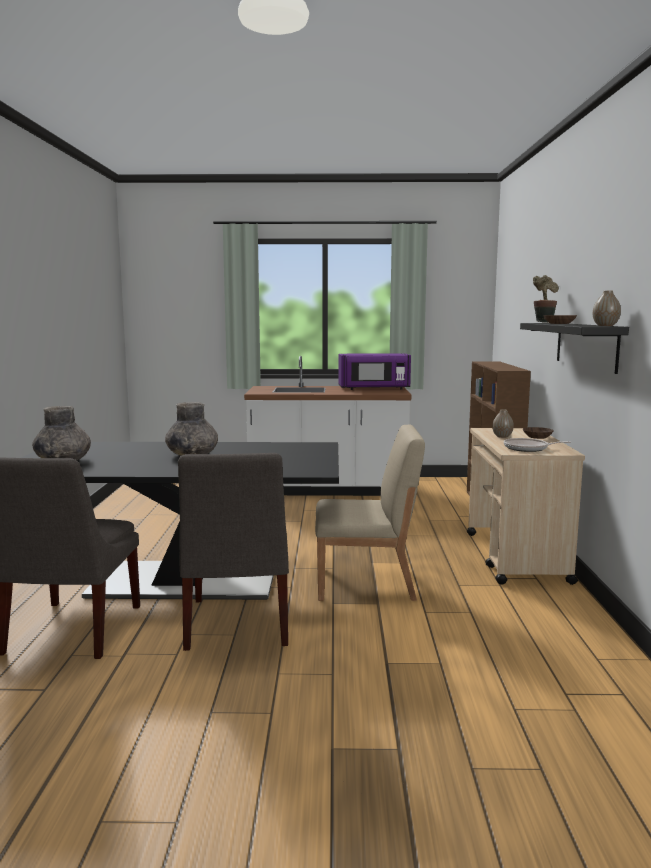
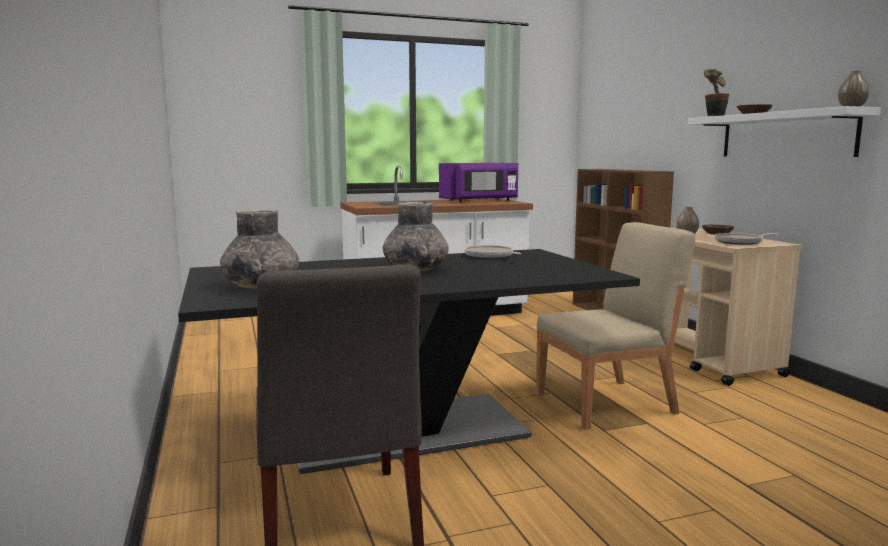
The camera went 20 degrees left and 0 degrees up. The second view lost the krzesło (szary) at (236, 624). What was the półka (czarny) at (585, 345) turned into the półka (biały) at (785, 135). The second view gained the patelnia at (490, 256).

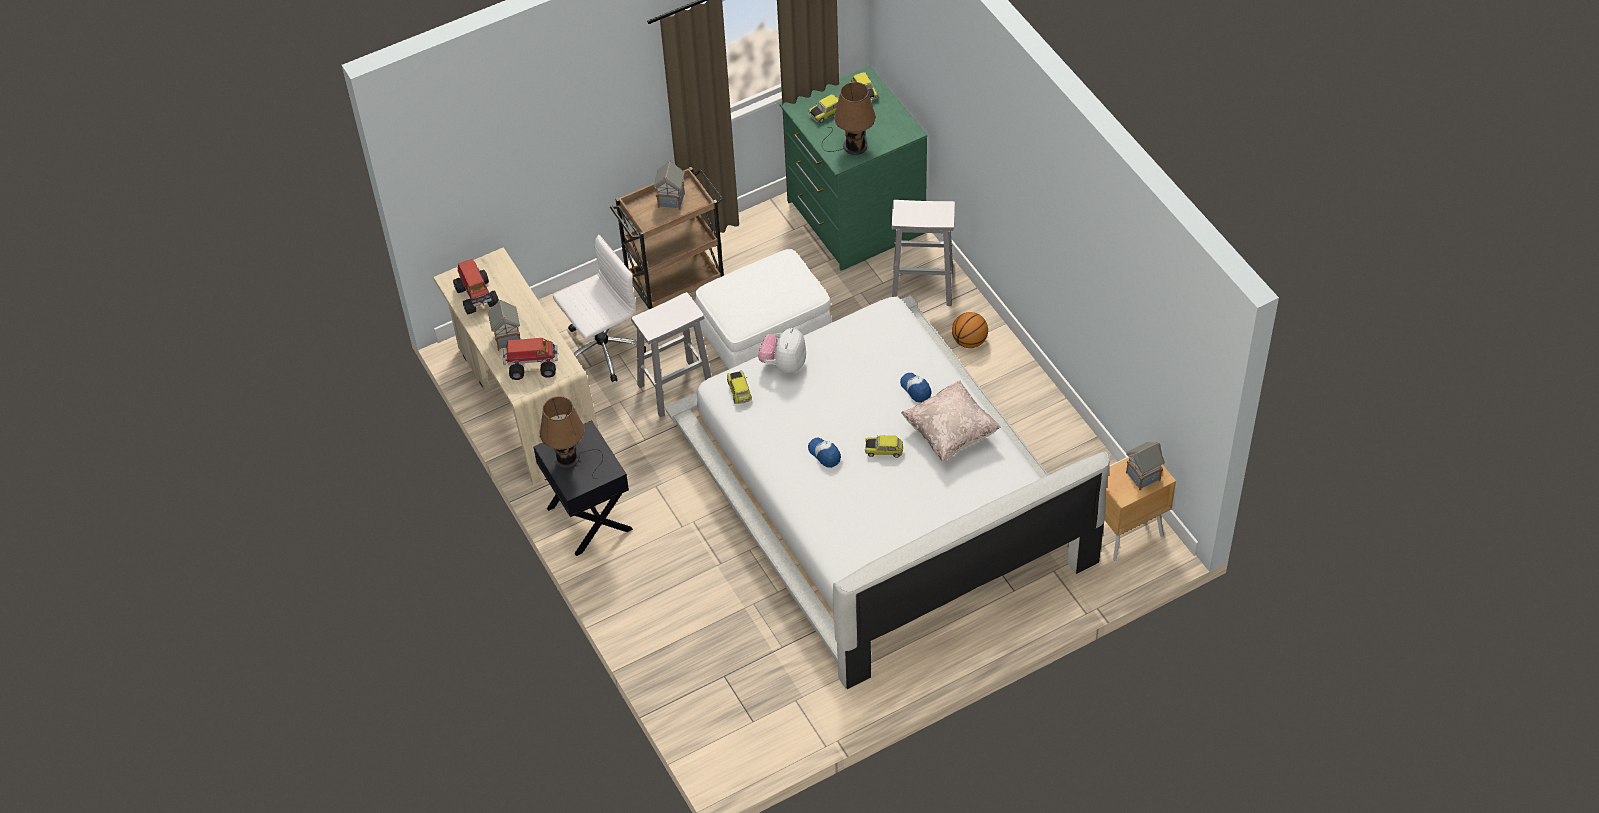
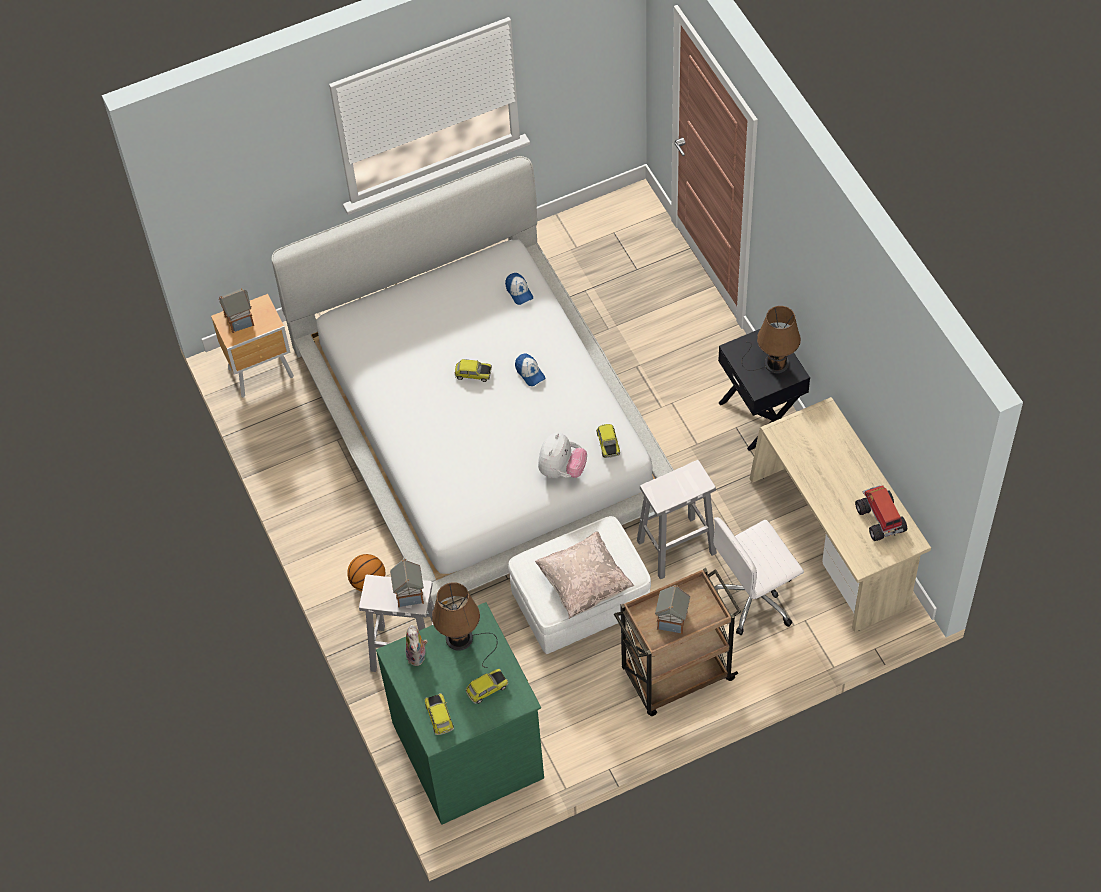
The camera went 175 degrees left and 5 degrees up. The domek ended up elsewhere, having gone from (507, 338) to (410, 595). The second view lost the ciężarówka zabawkowa at (532, 365). The czapka z daszkiem ended up elsewhere, having gone from (916, 389) to (519, 292). The poduszka (beżowy) ended up elsewhere, having gone from (950, 433) to (584, 584). The second view gained the pluszak at (418, 655).

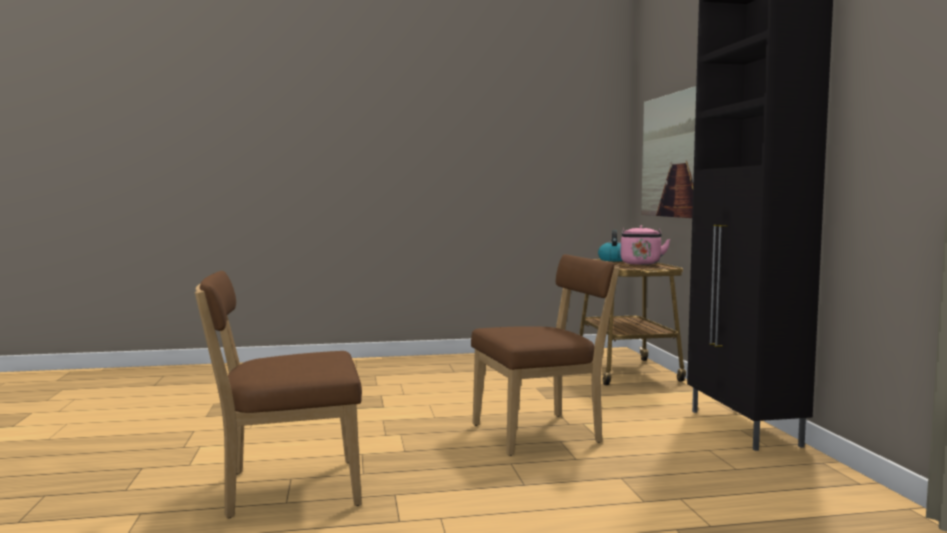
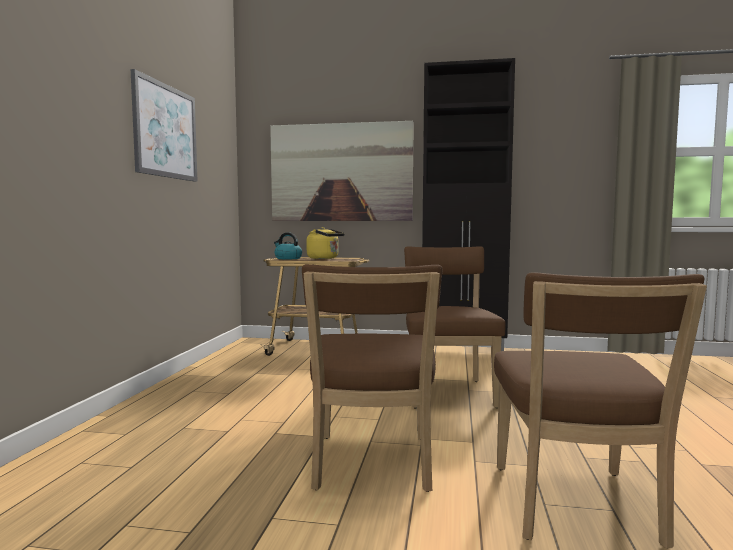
The camera went 70 degrees left and 0 degrees up. What was the czajnik (różowy) at (641, 264) turned into the czajnik (żółty) at (325, 258). The second view gained the obraz at (165, 131). The second view gained the krzesło (brązowy) at (371, 466).

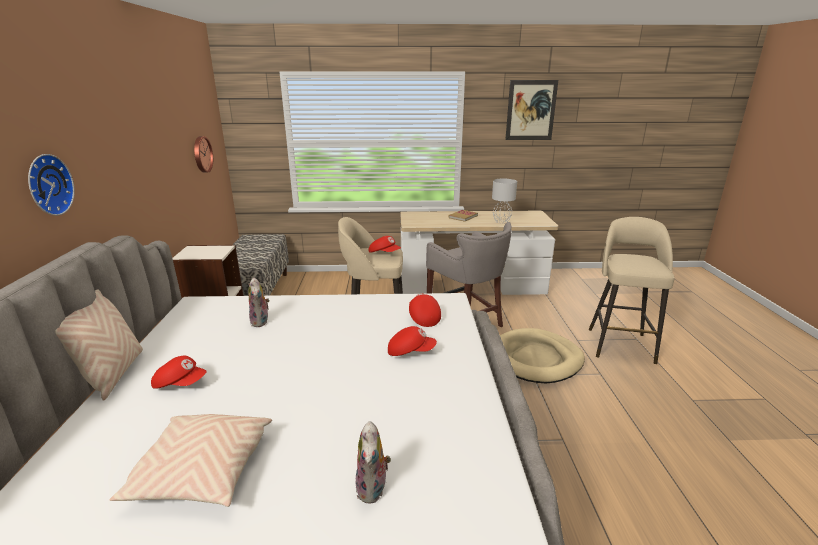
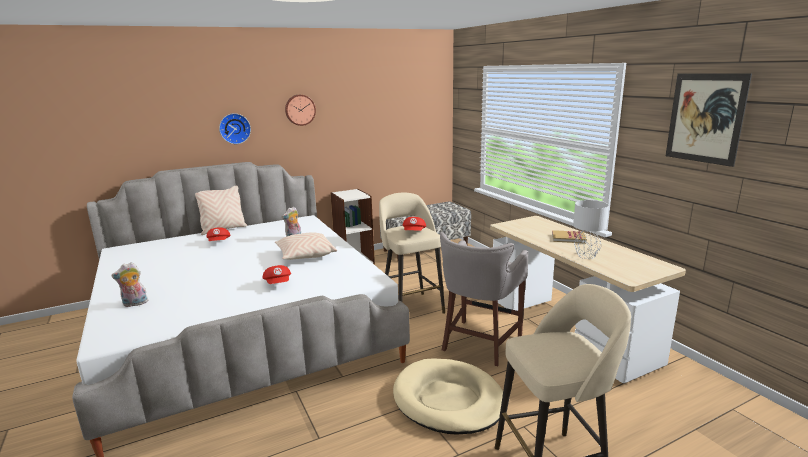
The camera went 65 degrees right and 5 degrees down. The poduszka (beżowy) ended up elsewhere, having gone from (202, 472) to (305, 255). The zegar ścienny ended up elsewhere, having gone from (201, 154) to (300, 110). The second view lost the czapka z daszkiem (czerwony) at (423, 317).

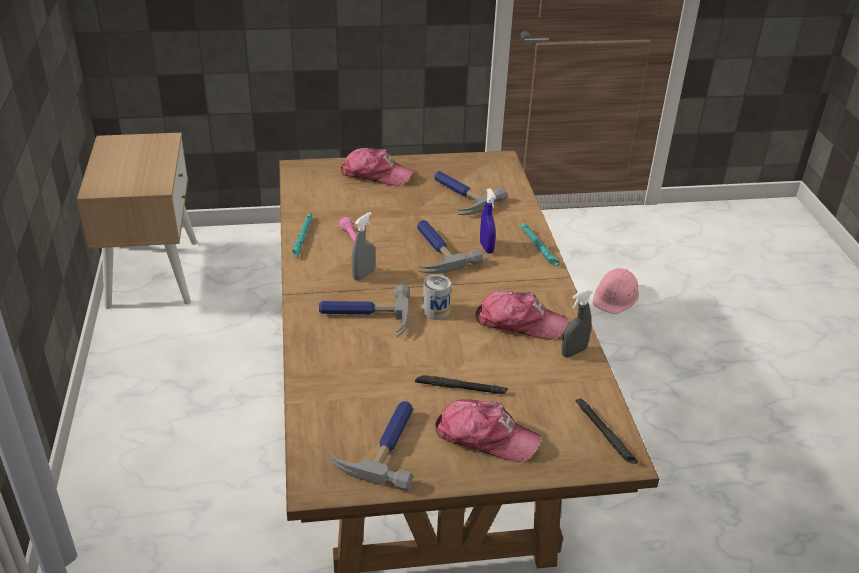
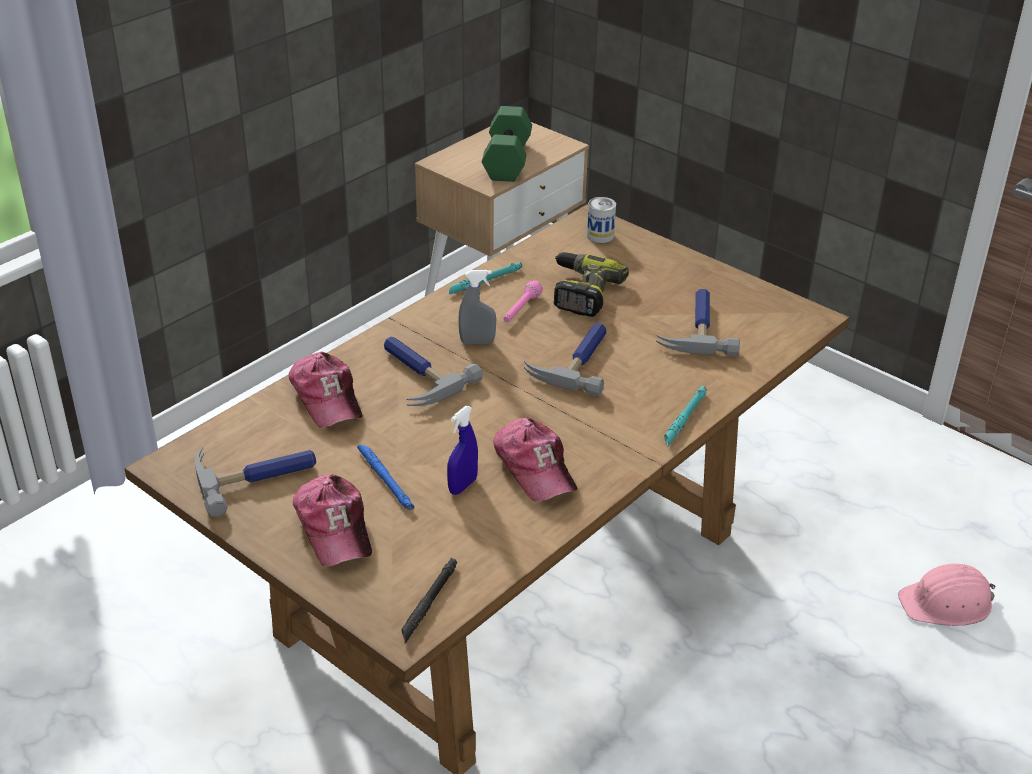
The camera went 50 degrees right and 0 degrees up. The czapka z daszkiem ended up elsewhere, having gone from (376, 175) to (327, 398). What was the latarka (czarny) at (460, 388) turned into the latarka (niebieski) at (385, 480). The puszka ended up elsewhere, having gone from (436, 311) to (600, 236). The spryskiwacz (niebieski) ended up elsewhere, having gone from (486, 247) to (462, 486). The second view lost the spryskiwacz (szary) at (573, 352). The second view gained the hantel (zielony) at (508, 161). The second view gained the wiertarka at (580, 292).

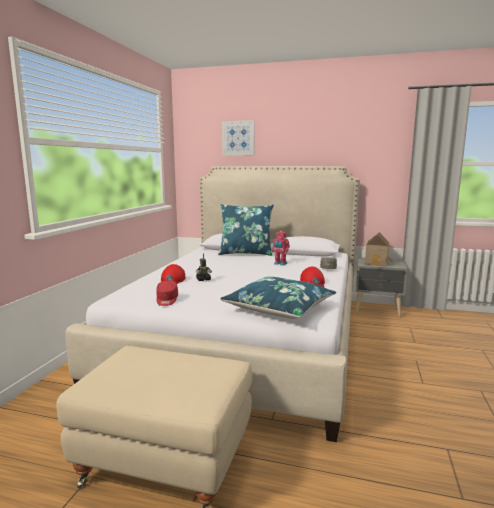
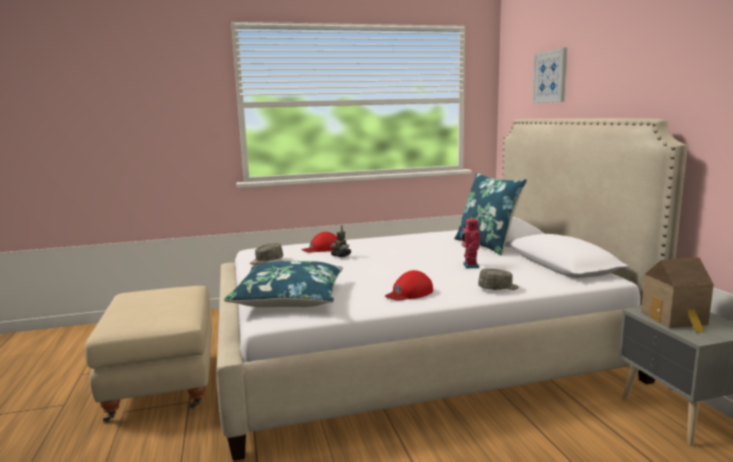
The camera went 60 degrees right and 0 degrees up. What was the czapka z daszkiem (czerwony) at (167, 300) turned into the czapka z daszkiem (szary) at (266, 261).

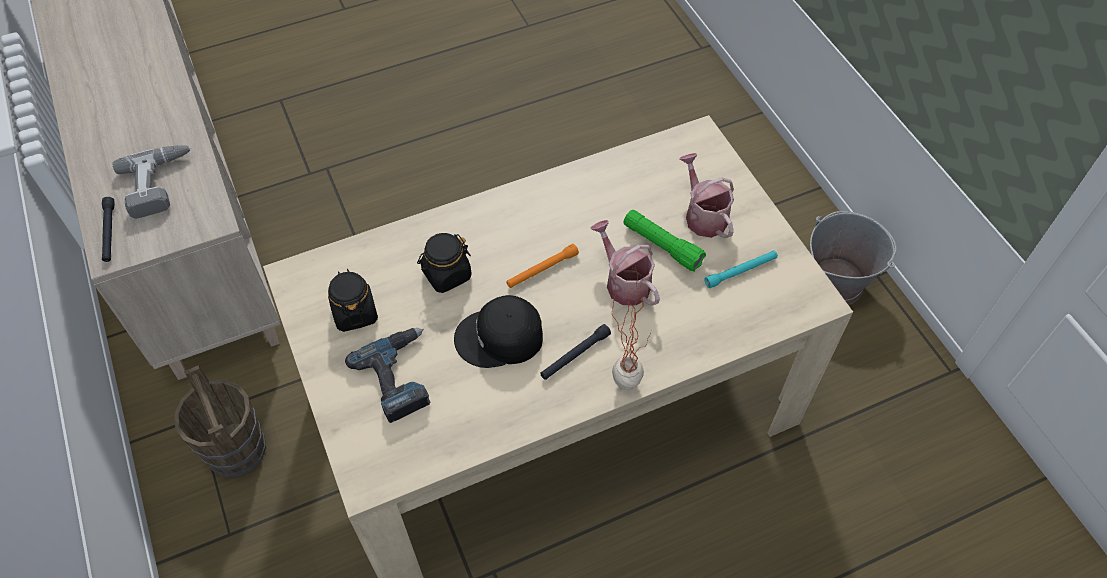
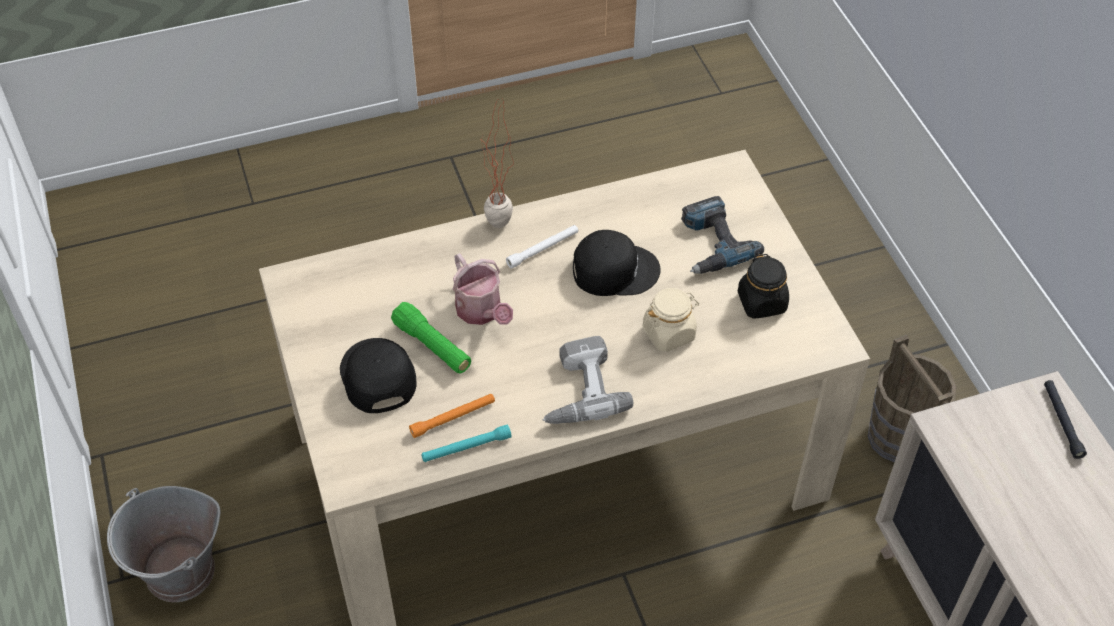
The camera went 175 degrees left and 5 degrees down. The wiertarka ended up elsewhere, having gone from (160, 184) to (577, 390). What was the słoik (czarny) at (446, 274) turned into the słoik (beżowy) at (669, 333). The latarka (pomarańczowy) ended up elsewhere, having gone from (542, 270) to (453, 418). What was the latarka (czarny) at (575, 355) turned into the latarka (biały) at (543, 249). Where the konewka stood at (703, 215), the czapka z daszkiem (czarny) came to stand at (376, 377). The latarka (turkusowy) ended up elsewhere, having gone from (741, 271) to (466, 448).

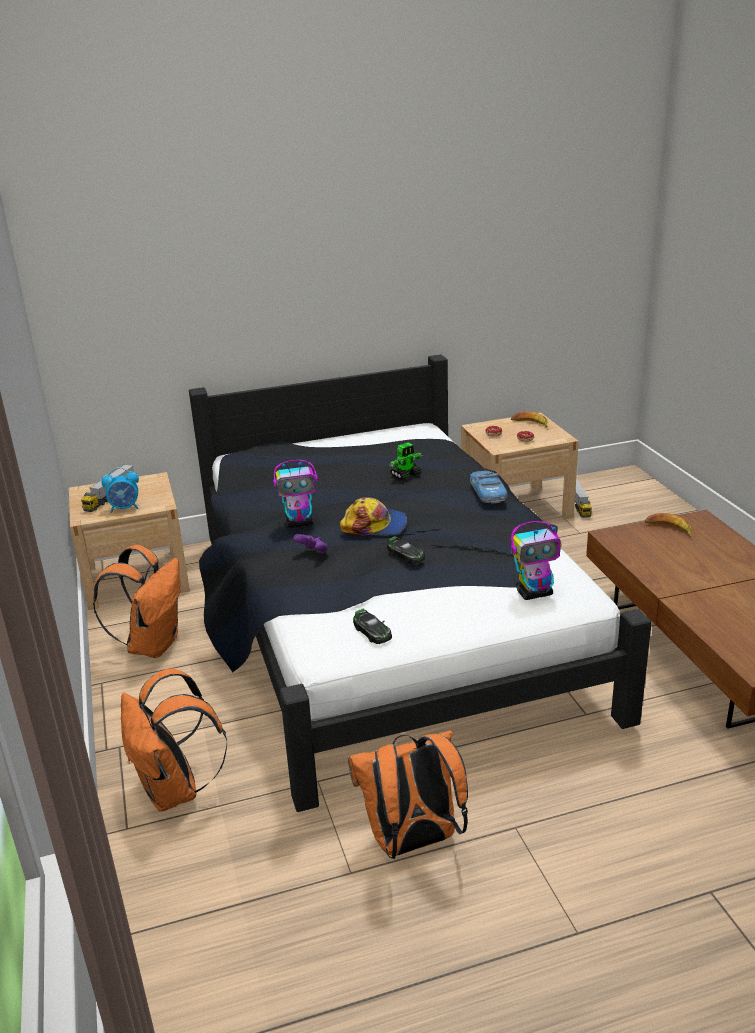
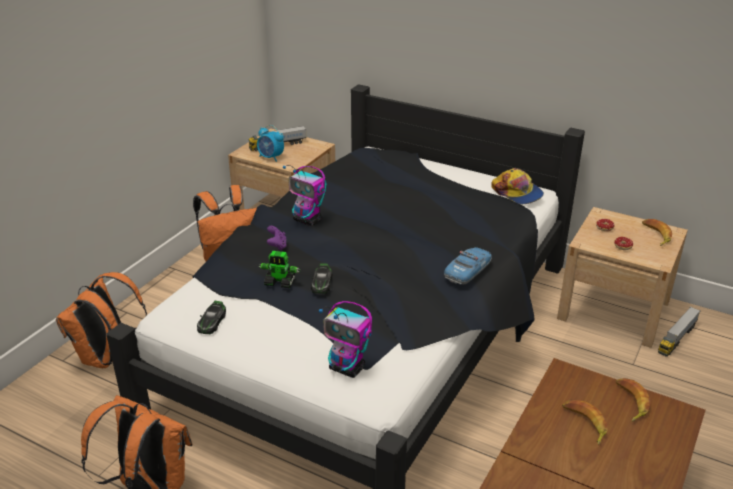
The camera went 45 degrees right and 5 degrees up. The czapka z daszkiem ended up elsewhere, having gone from (374, 525) to (517, 193). The robot zabawkowy ended up elsewhere, having gone from (406, 475) to (280, 282). The second view gained the banan at (584, 423).

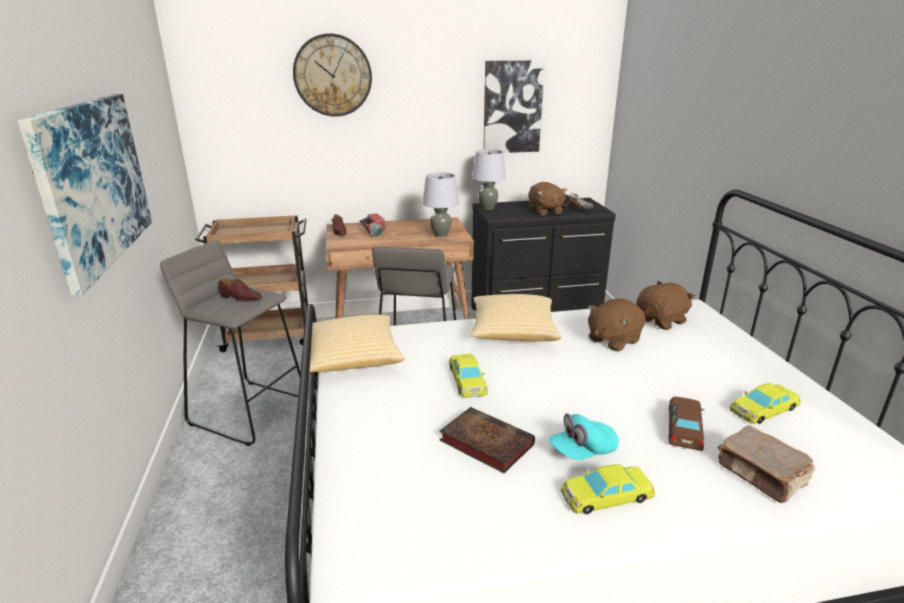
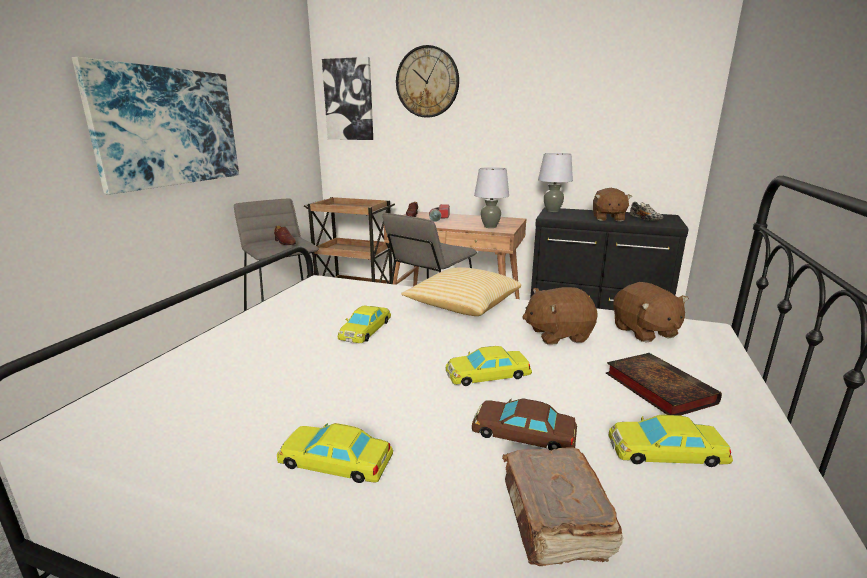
The camera went 30 degrees right and 5 degrees down. The second view lost the poduszka at (353, 358). The książka ended up elsewhere, having gone from (484, 442) to (655, 387). The obraz ended up elsewhere, having gone from (512, 107) to (349, 100). The second view lost the czapka z daszkiem (turkusowy) at (582, 451). The pluszak (brązowy) at (661, 321) ended up facing another way, 75 degrees clockwise from before. The samochodzik (brązowy) at (684, 427) ended up facing another way, 120 degrees counterclockwise from before. The second view gained the samochodzik (żółty) at (487, 374).

